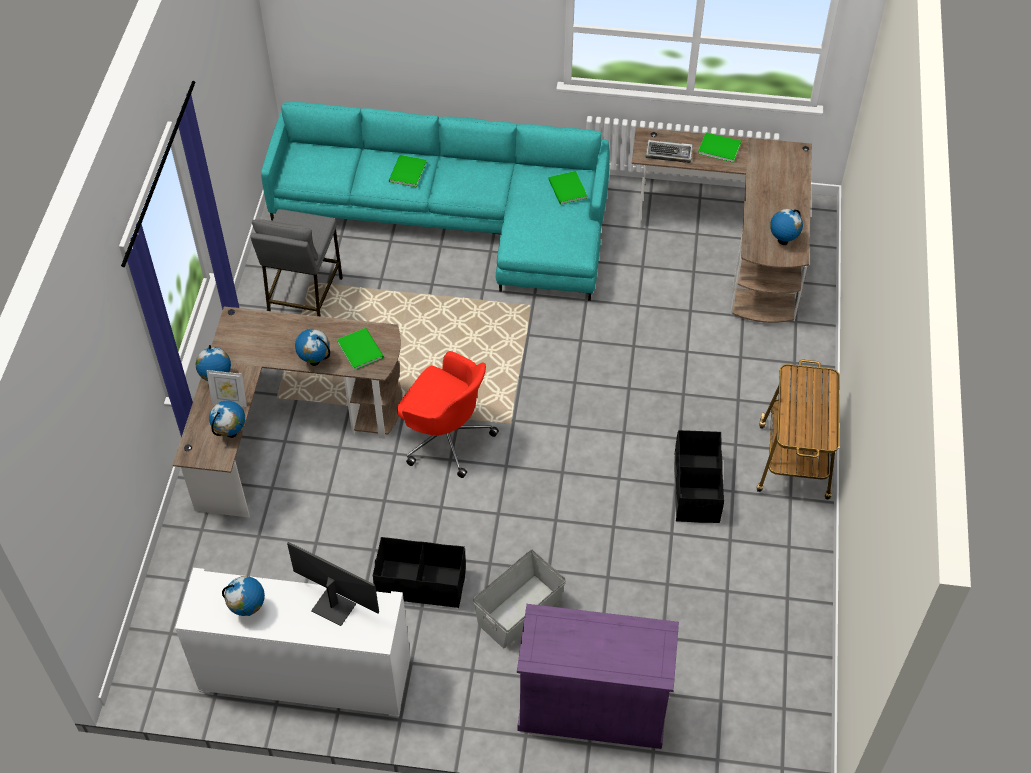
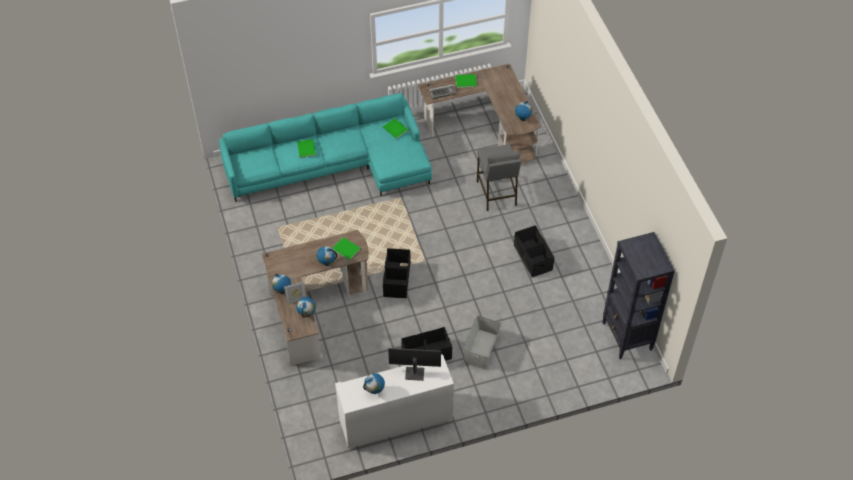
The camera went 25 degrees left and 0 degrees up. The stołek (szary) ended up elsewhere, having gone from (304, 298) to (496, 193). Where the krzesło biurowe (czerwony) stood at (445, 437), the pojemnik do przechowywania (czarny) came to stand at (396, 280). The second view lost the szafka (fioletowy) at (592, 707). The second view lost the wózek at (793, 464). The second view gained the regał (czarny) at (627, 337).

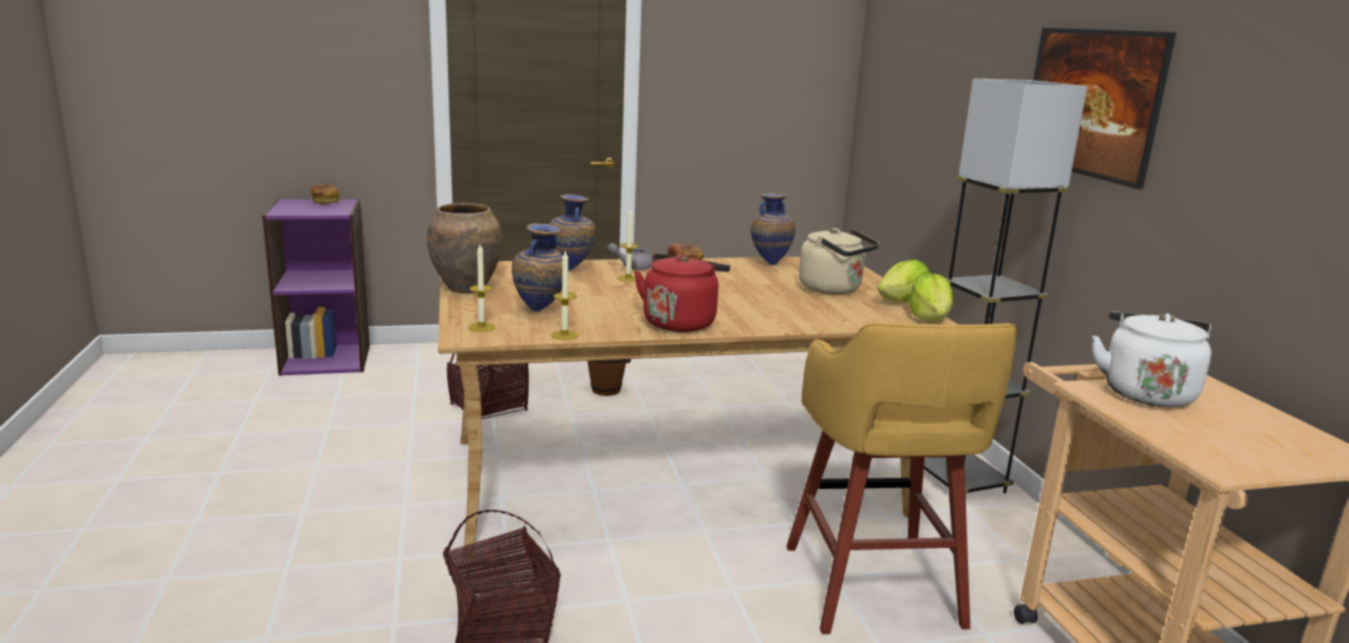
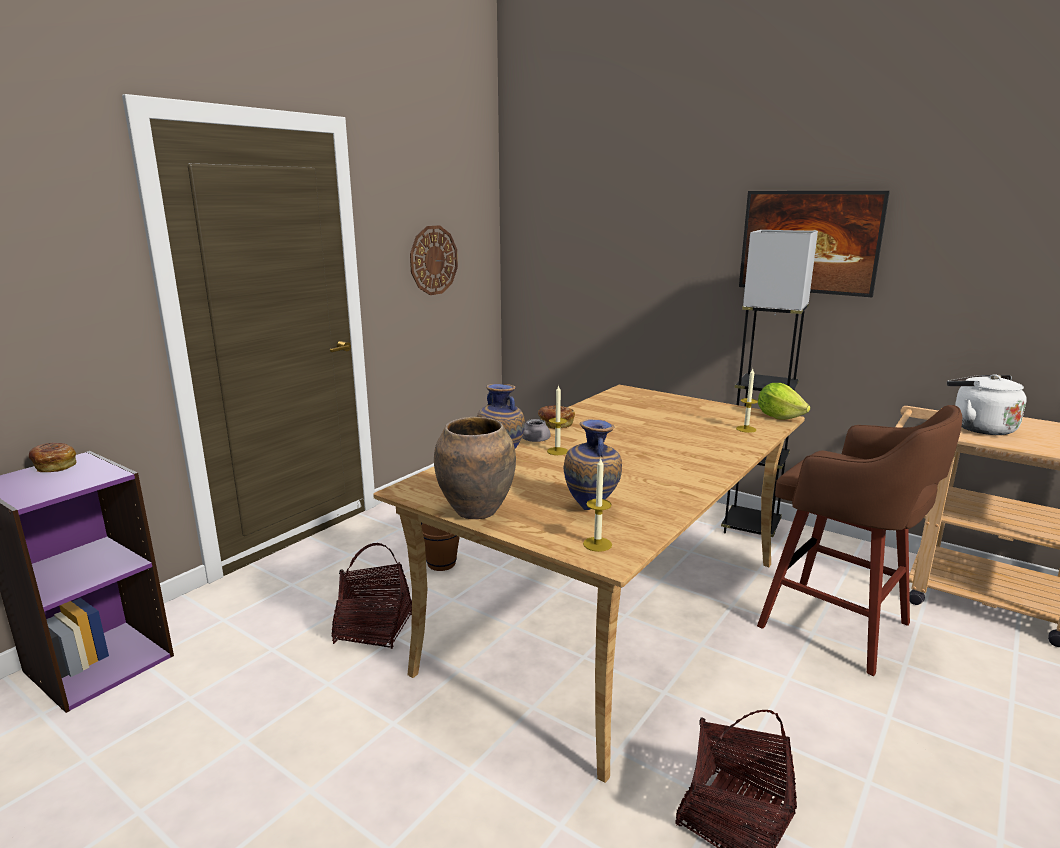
The camera went 40 degrees left and 0 degrees up. The świeca ended up elsewhere, having gone from (564, 335) to (746, 429). The second view lost the czajnik (czerwony) at (680, 322). The second view lost the wazon at (770, 263). What was the stołek (żółty) at (873, 589) turned into the stołek (brązowy) at (839, 627). The second view lost the czajnik (beżowy) at (834, 289). The second view lost the sałata at (903, 301). The second view gained the zegar ścienny at (433, 260).

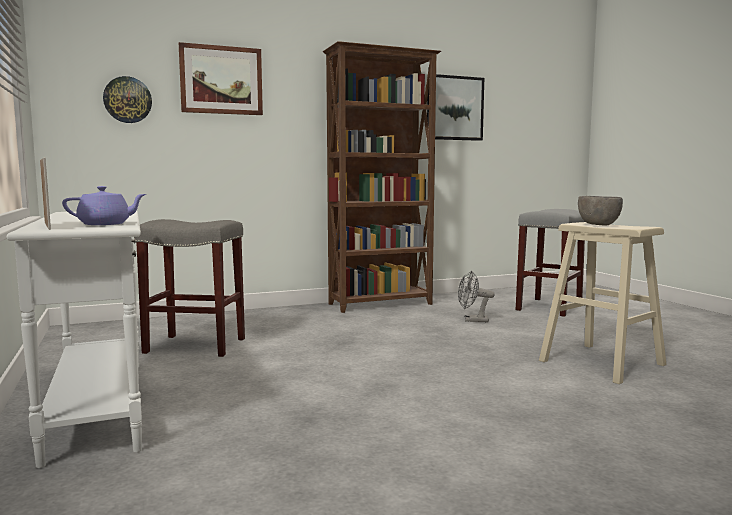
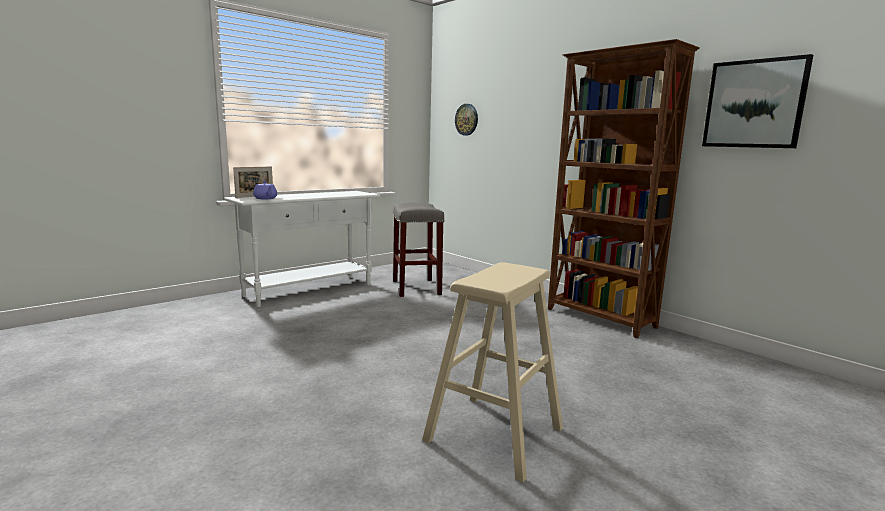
The camera went 70 degrees right and 5 degrees up. The second view lost the obraz at (221, 80). The second view lost the wentylator (szary) at (472, 320). The second view lost the stołek (szary) at (549, 307). The second view lost the miska (szary) at (598, 225).

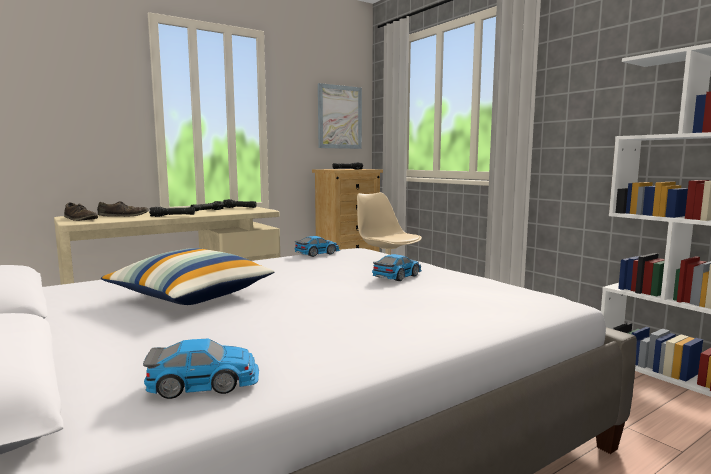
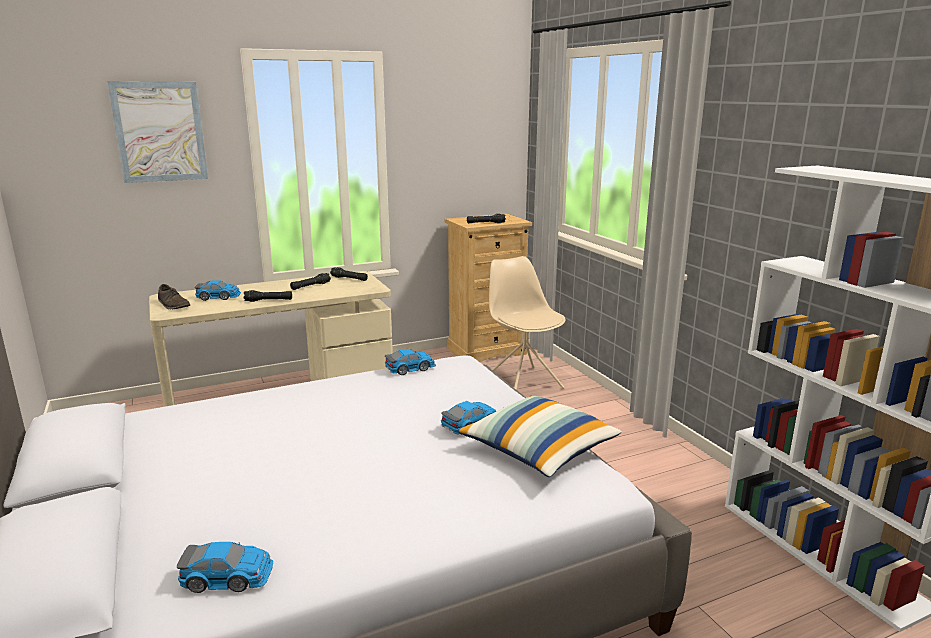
The camera went 10 degrees right and 10 degrees up. Where the but (brązowy) stood at (124, 216), the samochodzik came to stand at (219, 297). The poduszka ended up elsewhere, having gone from (191, 296) to (538, 450). The obraz ended up elsewhere, having gone from (339, 117) to (160, 132).

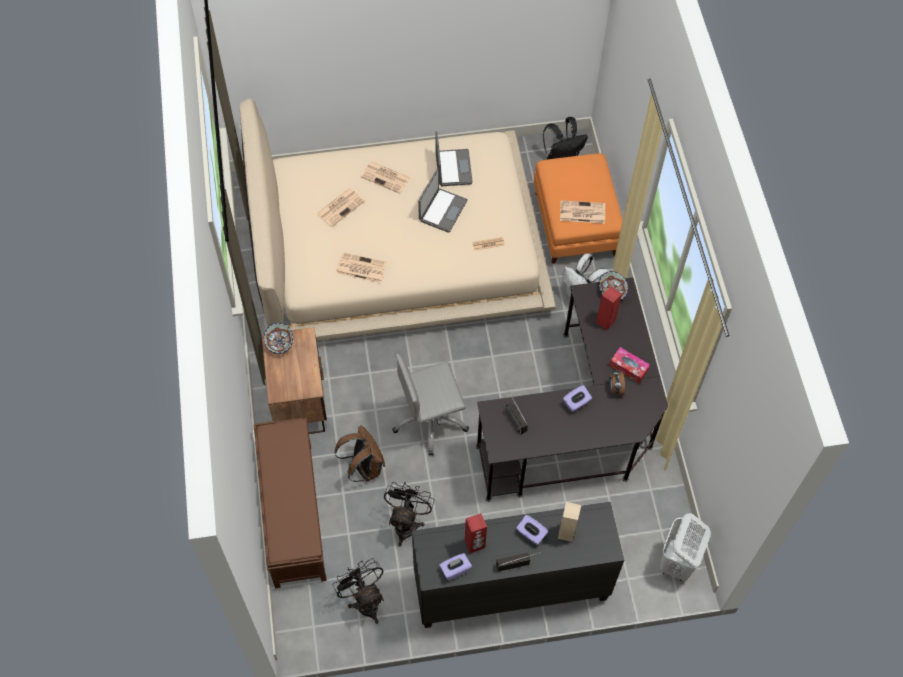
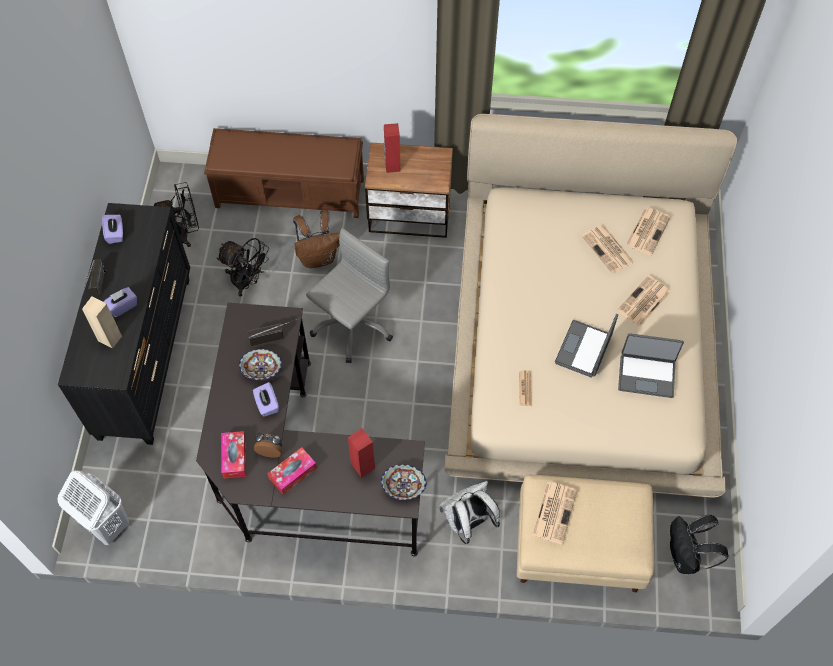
The camera went 105 degrees right and 0 degrees up. The miska ended up elsewhere, having gone from (279, 342) to (261, 370). The gazeta ended up elsewhere, having gone from (360, 268) to (647, 230). The krzesło biurowe (szary) at (430, 420) ended up facing another way, 45 degrees clockwise from before. The laptop at (442, 210) ended up facing another way, 75 degrees clockwise from before. The głośnik (czerwony) ended up elsewhere, having gone from (475, 544) to (392, 166). What was the pufa (pomarańczowy) at (574, 223) turned into the pufa (beżowy) at (580, 545). The second view gained the pudełko chusteczek at (234, 457).

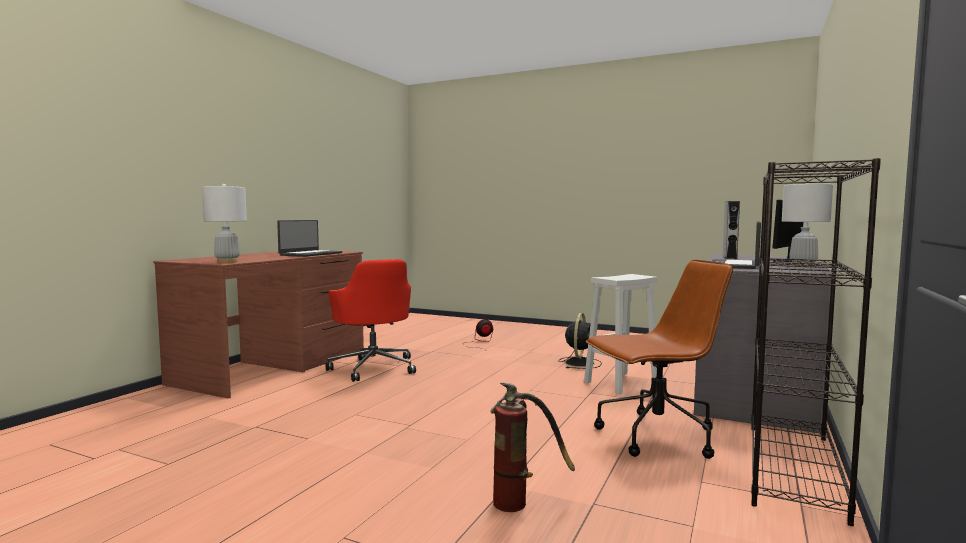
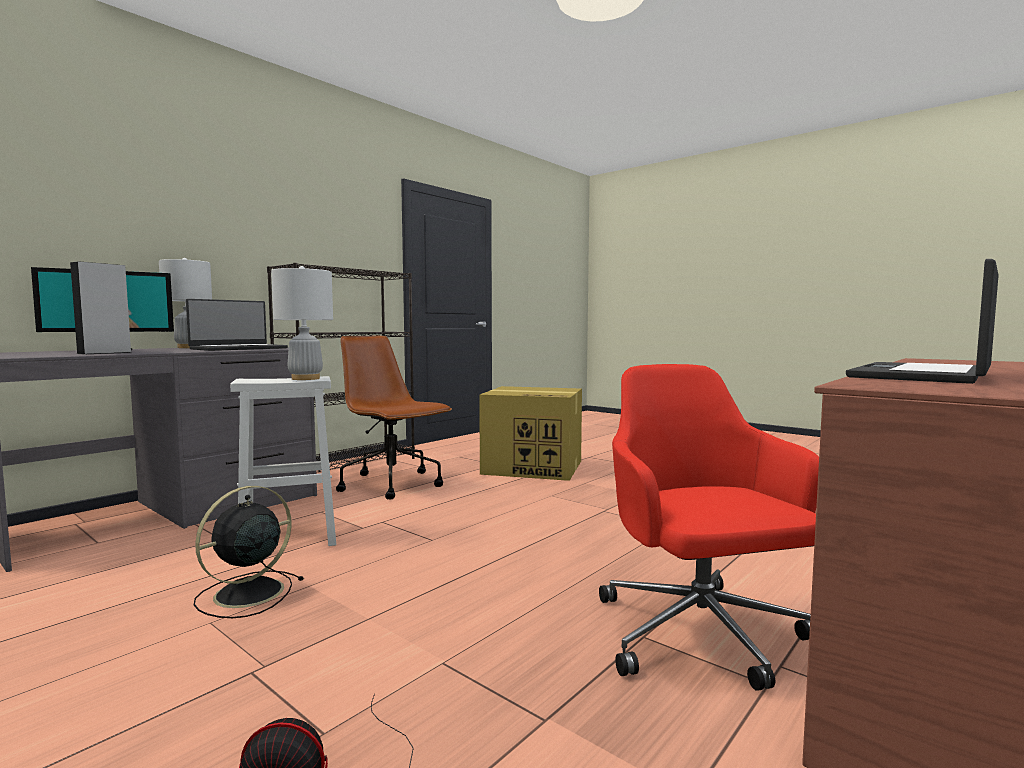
The camera went 165 degrees left and 0 degrees up. The lampa stołowa (biały) ended up elsewhere, having gone from (227, 262) to (306, 378). Where the gaśnica stood at (522, 500), the karton came to stand at (534, 467). The krzesło biurowe (brązowy) at (655, 437) ended up facing another way, 45 degrees clockwise from before.

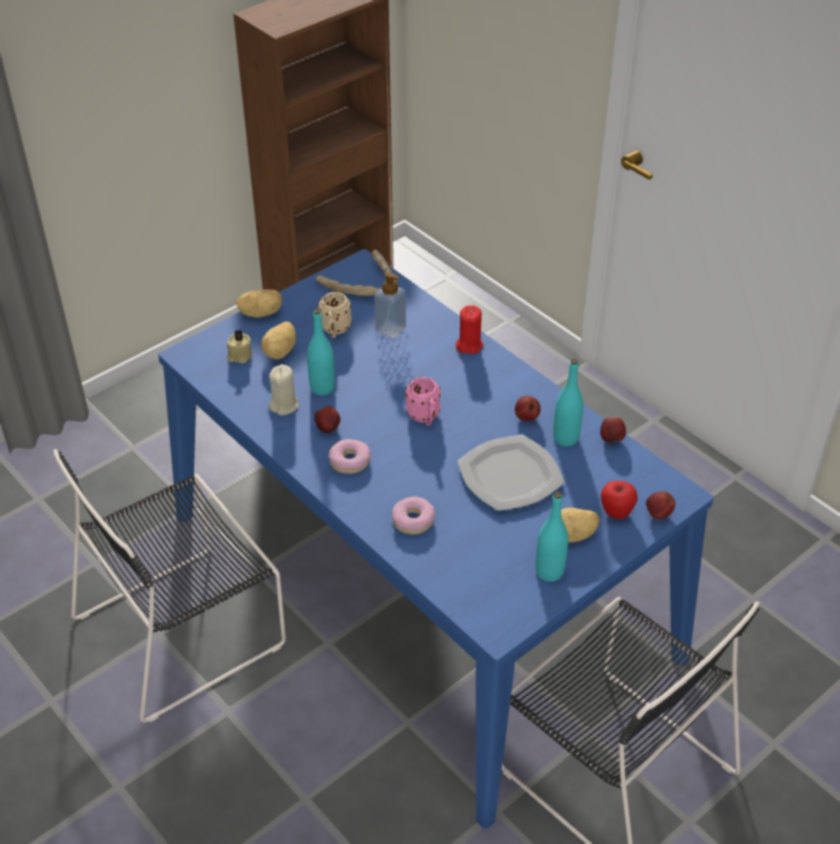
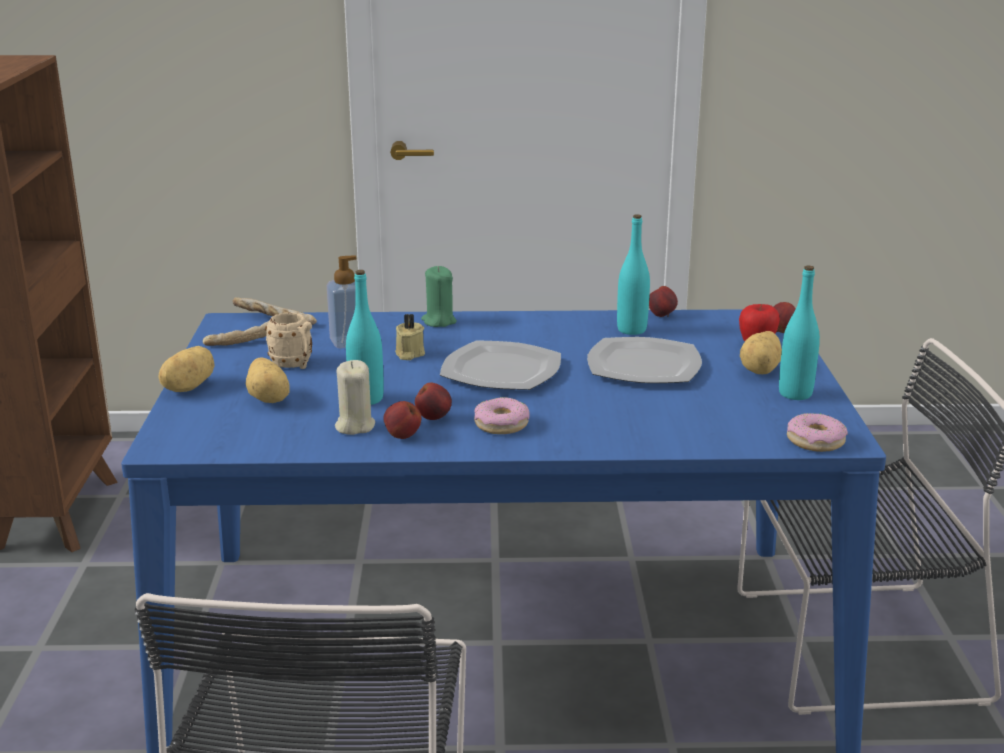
The camera went 50 degrees left and 20 degrees down. The świeca (beżowy) ended up elsewhere, having gone from (239, 356) to (409, 354). The donut ended up elsewhere, having gone from (413, 520) to (815, 441). Where the kubek (różowy) stood at (425, 418), the talerz came to stand at (502, 371). What was the świeca (czerwony) at (469, 345) turned into the świeca (zielony) at (439, 321). The jabłko ended up elsewhere, having gone from (526, 417) to (402, 436).

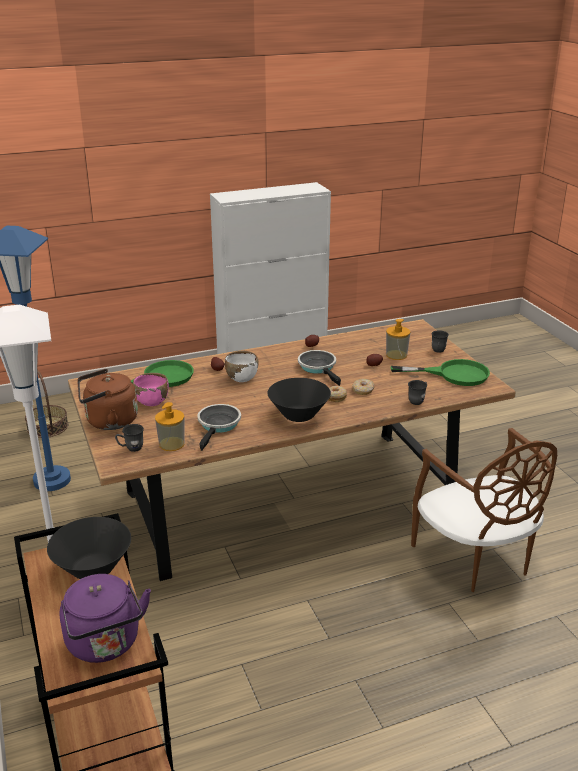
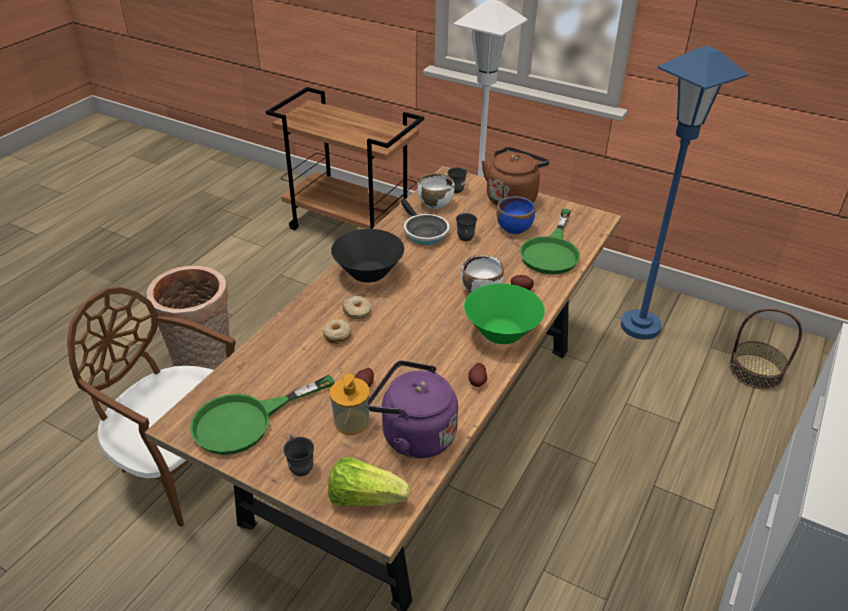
The camera went 140 degrees right and 10 degrees up. The second view lost the miska (czarny) at (93, 568). The czajnik (fioletowy) ended up elsewhere, having gone from (105, 644) to (413, 435). What was the miska (różowy) at (152, 401) turned into the miska (niebieski) at (514, 228). Where the dozownik mydła stood at (171, 444), the miska (biały) came to stand at (435, 203). The second view lost the patelnia at (319, 368). The kubek (szary) ended up elsewhere, having gone from (418, 400) to (465, 239). The second view gained the koszyk at (204, 367). The second view gained the sałata at (364, 498). The second view gained the miska (zielony) at (501, 333).

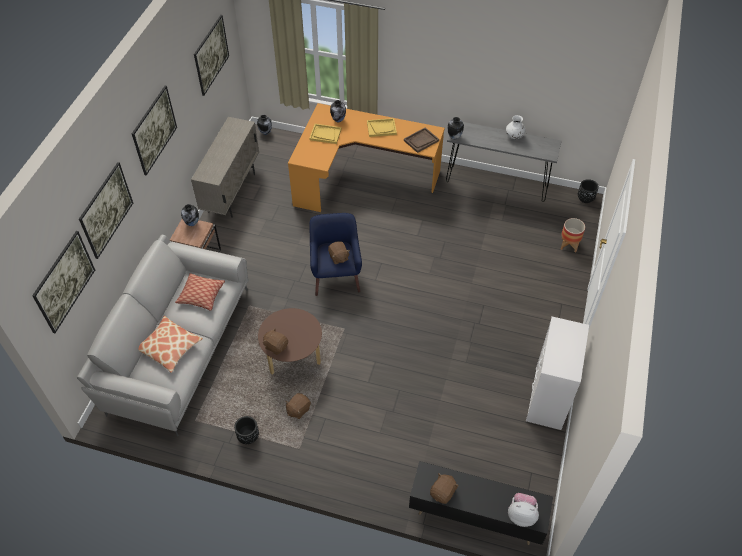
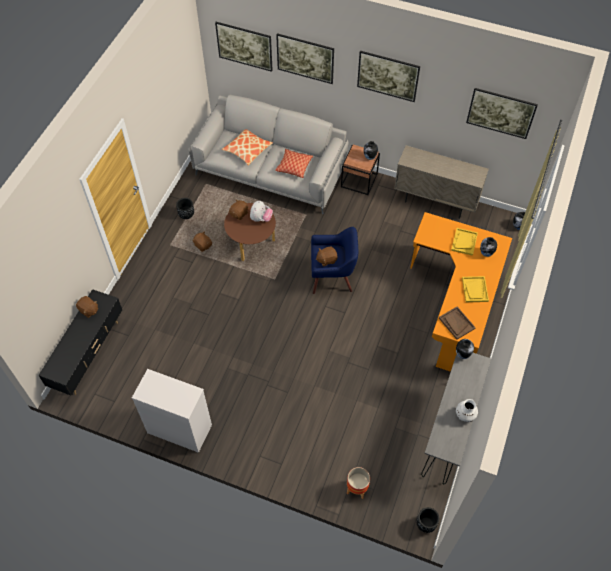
The camera went 95 degrees right and 5 degrees up. The pluszak ended up elsewhere, having gone from (521, 515) to (261, 218).

